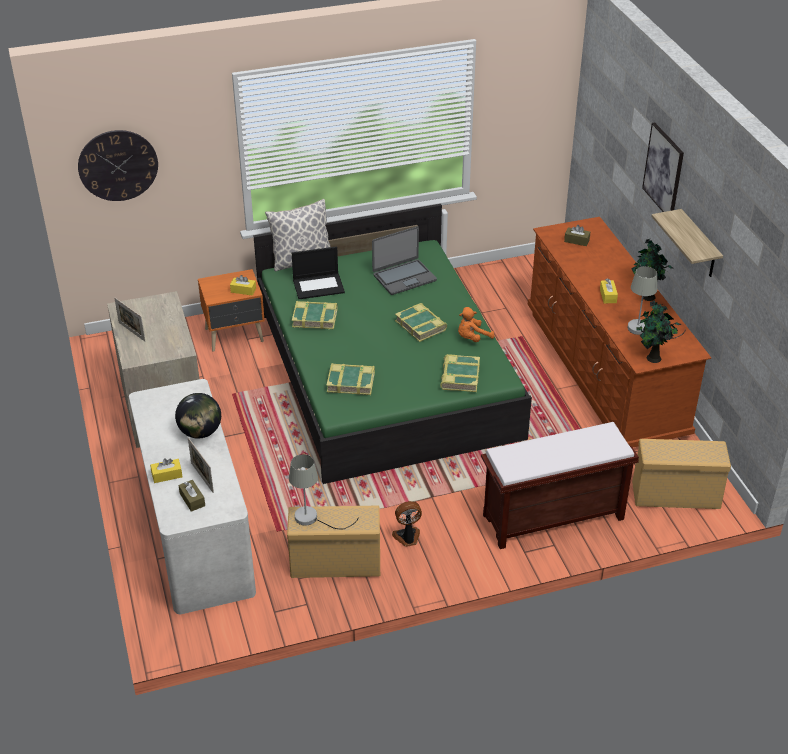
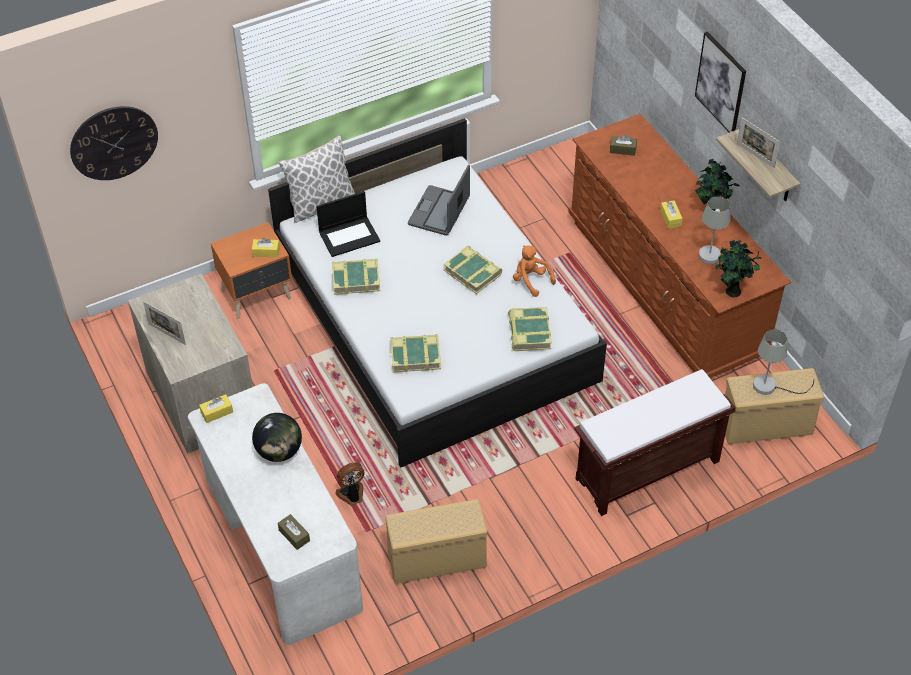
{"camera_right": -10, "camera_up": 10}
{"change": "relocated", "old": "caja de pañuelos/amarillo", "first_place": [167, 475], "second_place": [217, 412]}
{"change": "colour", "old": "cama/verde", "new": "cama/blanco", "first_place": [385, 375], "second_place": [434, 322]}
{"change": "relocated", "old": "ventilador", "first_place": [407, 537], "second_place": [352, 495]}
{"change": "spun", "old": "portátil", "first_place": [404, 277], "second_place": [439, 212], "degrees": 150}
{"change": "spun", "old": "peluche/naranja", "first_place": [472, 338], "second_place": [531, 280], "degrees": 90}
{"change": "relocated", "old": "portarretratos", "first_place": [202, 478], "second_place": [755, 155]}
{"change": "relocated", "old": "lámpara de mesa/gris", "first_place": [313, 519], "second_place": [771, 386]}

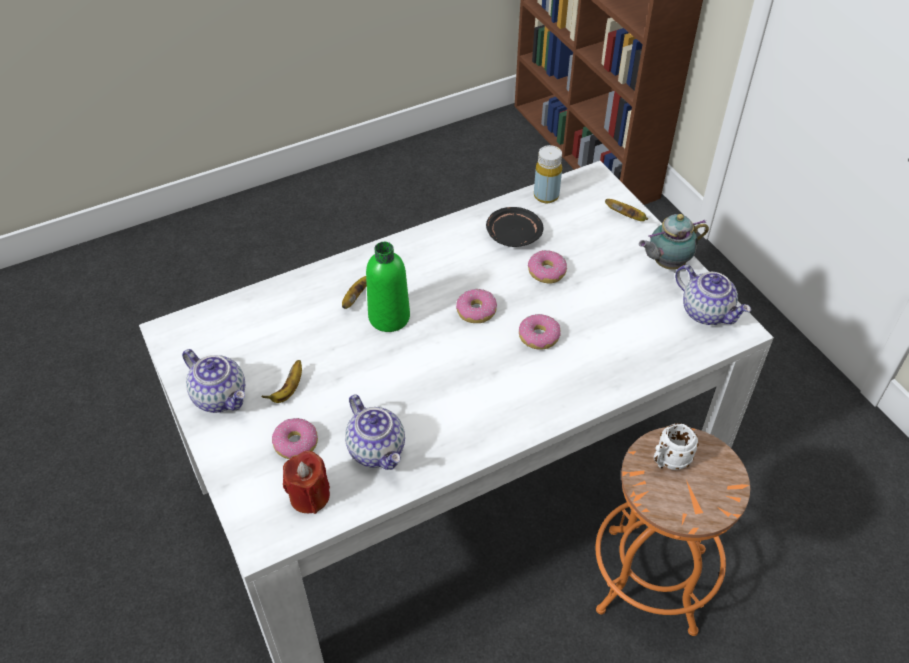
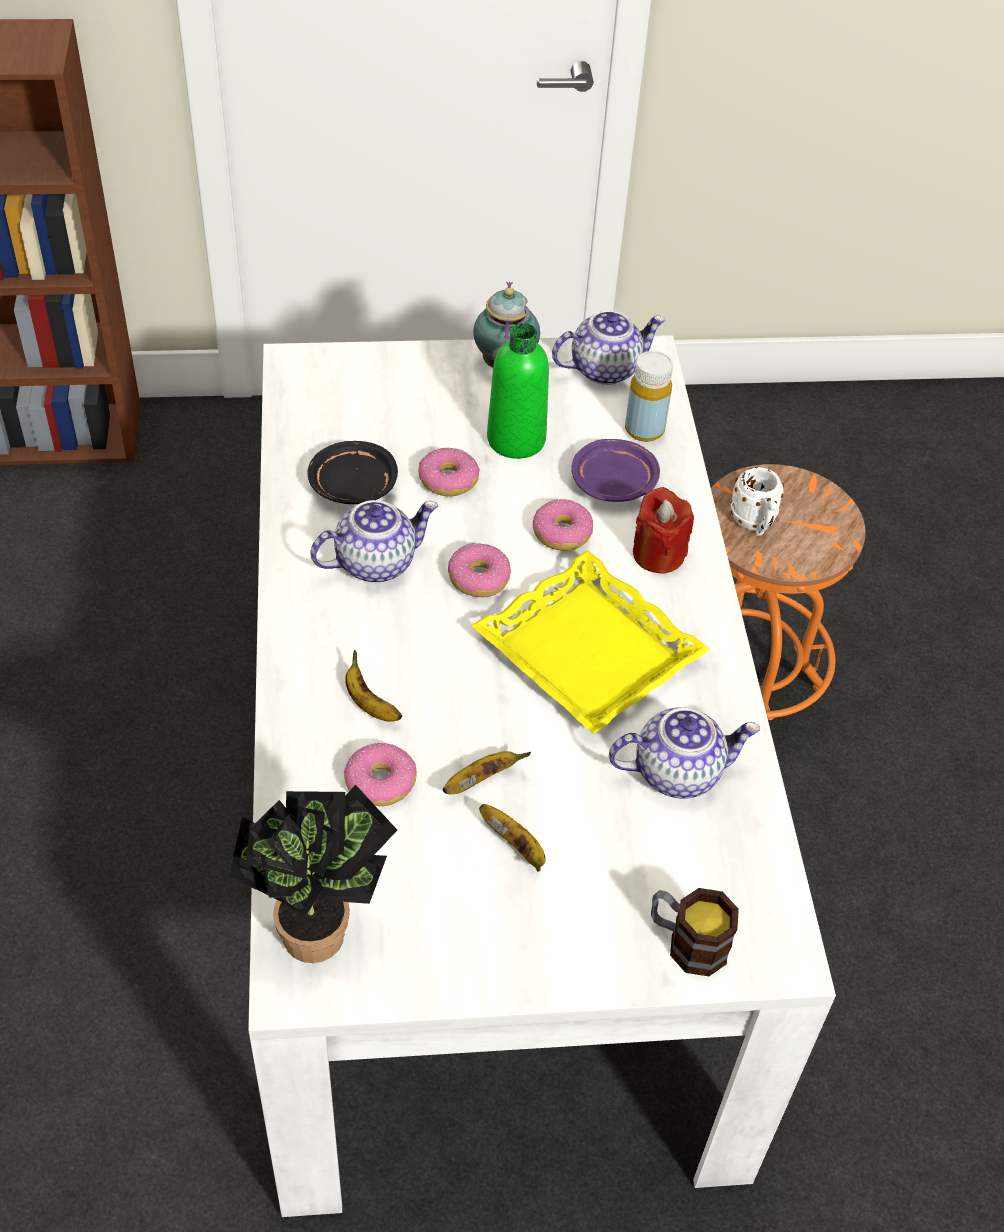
{"camera_right": -70, "camera_up": 0}
{"change": "appeared", "new": "planta en maceta", "second_place": [319, 928]}
{"change": "relocated", "old": "tetera", "first_place": [221, 396], "second_place": [376, 562]}
{"change": "relocated", "old": "rosquilla", "first_place": [295, 443], "second_place": [380, 782]}
{"change": "relocated", "old": "plátano", "first_place": [627, 216], "second_place": [480, 780]}
{"change": "appeared", "new": "bandeja/amarillo", "second_place": [589, 651]}
{"change": "relocated", "old": "botella/verde", "first_place": [389, 317], "second_place": [516, 439]}
{"change": "appeared", "new": "plato/morado", "second_place": [614, 482]}
{"change": "relocated", "old": "botella/amarillo", "first_place": [546, 196], "second_place": [644, 429]}
{"change": "relocated", "old": "vela/rojo", "first_place": [309, 496], "second_place": [658, 554]}
{"change": "appeared", "new": "taza grande", "second_place": [686, 942]}

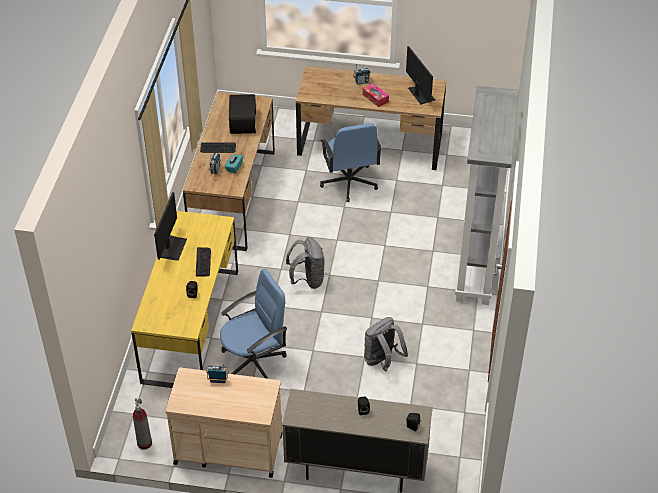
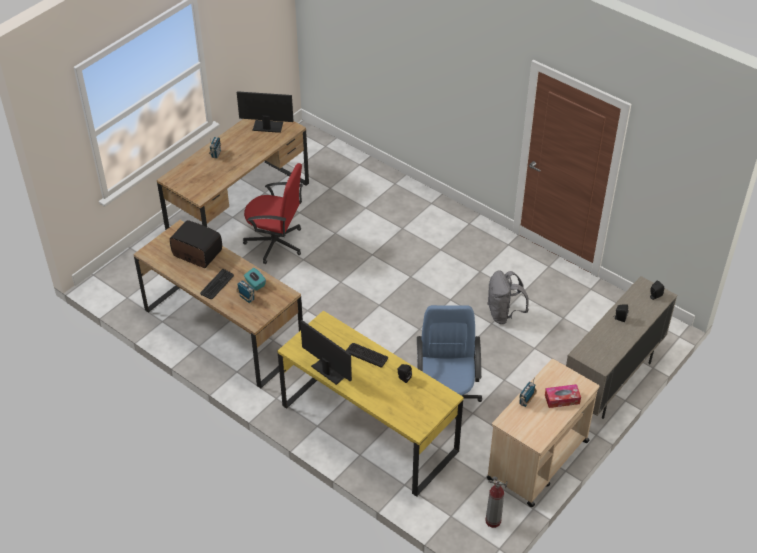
{"camera_right": -60, "camera_up": 0}
{"change": "colour", "old": "silla de oficina/azul", "new": "silla de oficina/rojo", "first_place": [349, 183], "second_place": [276, 243]}
{"change": "relocated", "old": "caja de pañuelos", "first_place": [375, 98], "second_place": [562, 399]}
{"change": "missing", "old": "mochila/gris", "first_place": [307, 280]}
{"change": "missing", "old": "estantería/gris", "first_place": [477, 268]}

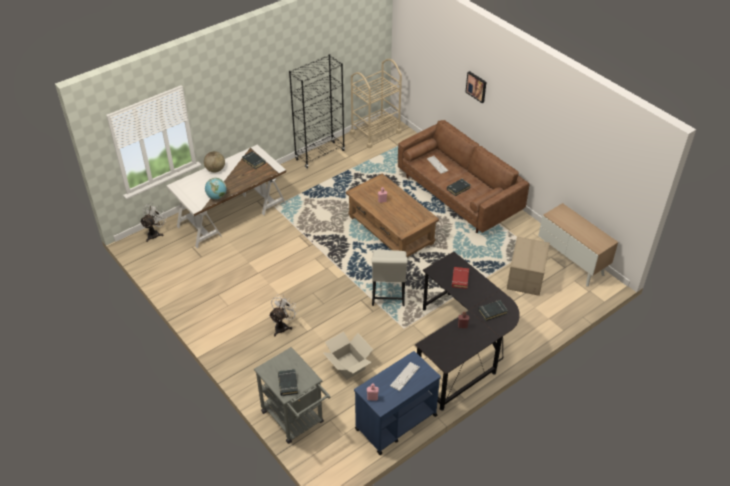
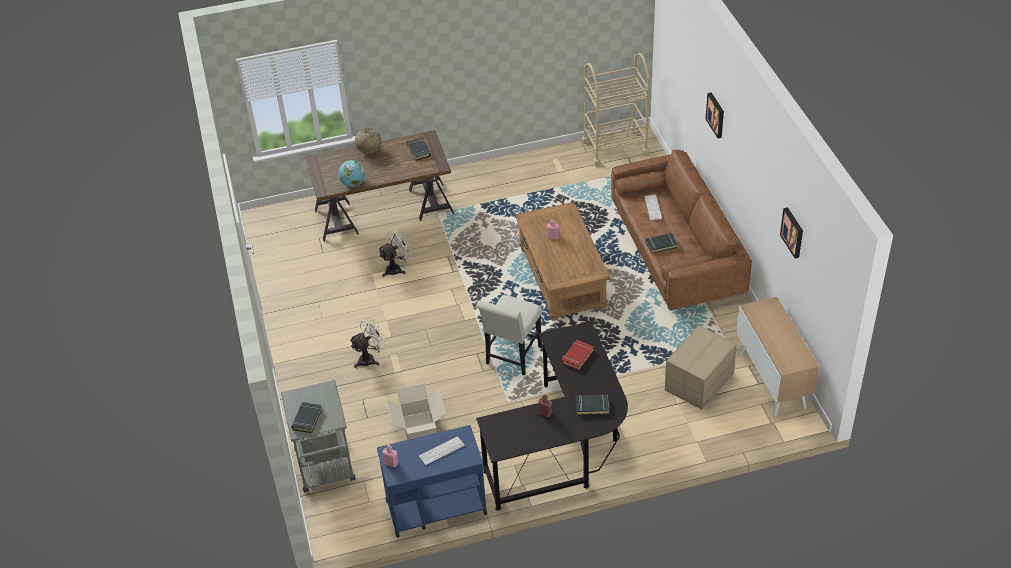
{"camera_right": 25, "camera_up": 0}
{"change": "colour", "old": "escritorio/blanco", "new": "escritorio/marrón", "first_place": [232, 214], "second_place": [384, 211]}
{"change": "relocated", "old": "ventilador/blanco", "first_place": [155, 233], "second_place": [397, 268]}
{"change": "appeared", "new": "cuadro", "second_place": [793, 232]}
{"change": "missing", "old": "estantería/negro", "first_place": [320, 155]}

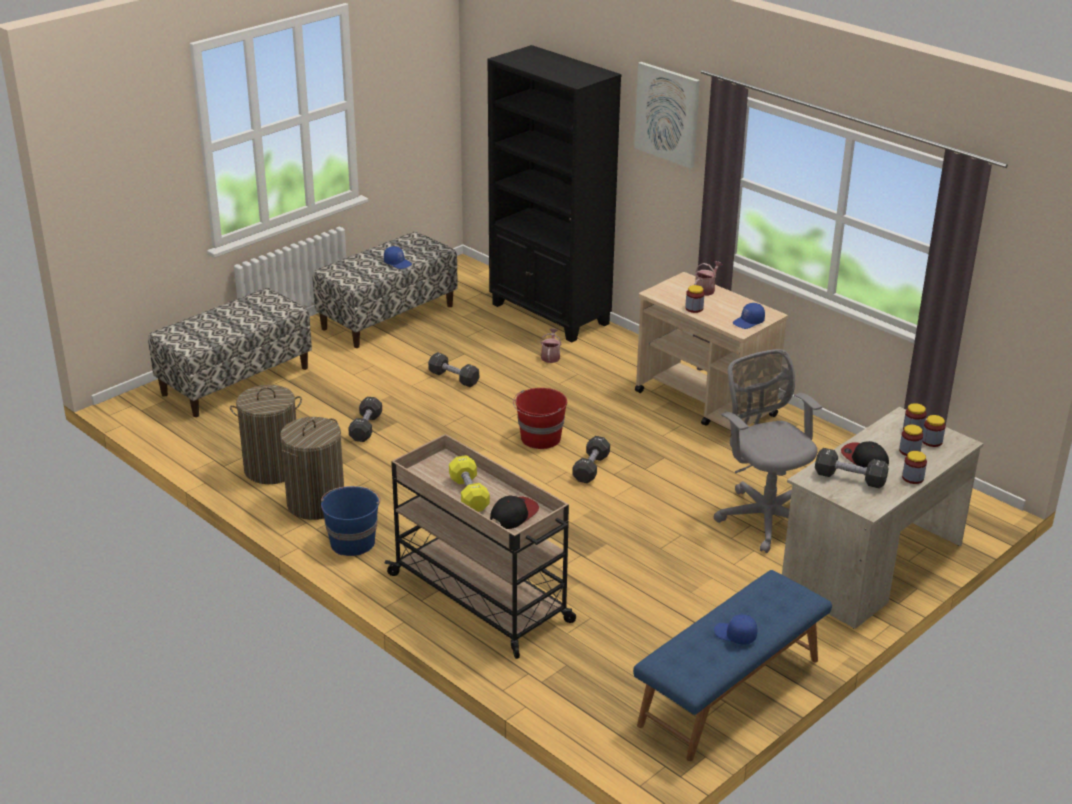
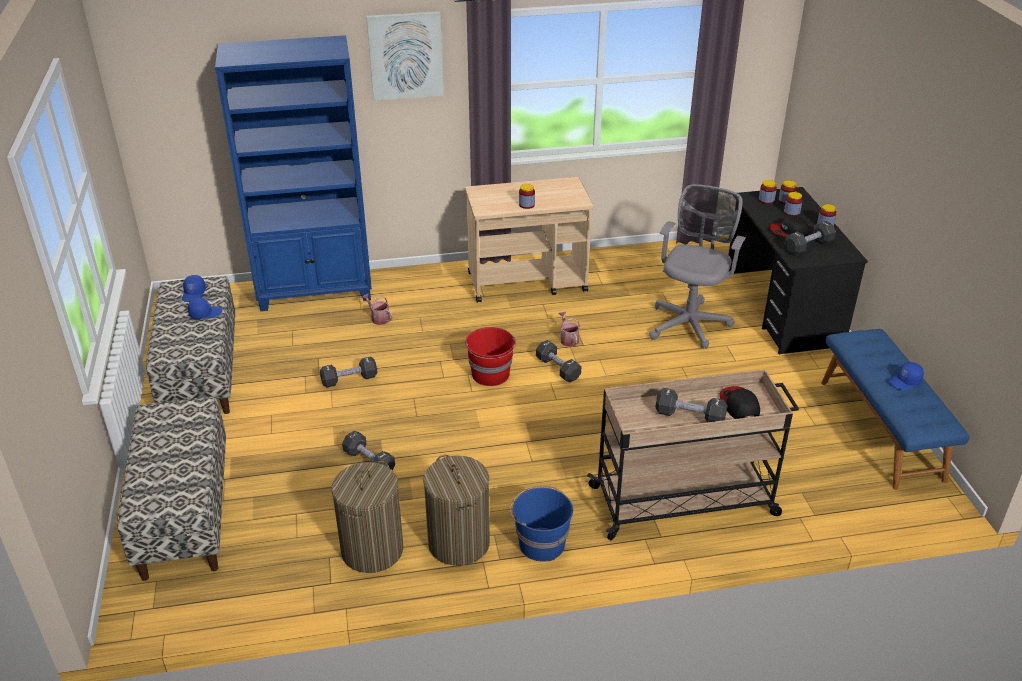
{"camera_right": -55, "camera_up": 5}
{"change": "relocated", "old": "gorra/azul", "first_place": [748, 322], "second_place": [194, 294]}
{"change": "colour", "old": "estantería/negro", "new": "estantería/azul", "first_place": [550, 315], "second_place": [316, 291]}
{"change": "relocated", "old": "regadera", "first_place": [706, 289], "second_place": [568, 339]}
{"change": "spun", "old": "silla de oficina/gris", "first_place": [764, 516], "second_place": [690, 322], "degrees": 105}
{"change": "colour", "old": "mancuerna/amarillo", "new": "mancuerna/negro", "first_place": [469, 494], "second_place": [689, 416]}
{"change": "colour", "old": "escritorio/beis", "new": "escritorio/negro", "first_place": [872, 566], "second_place": [782, 309]}

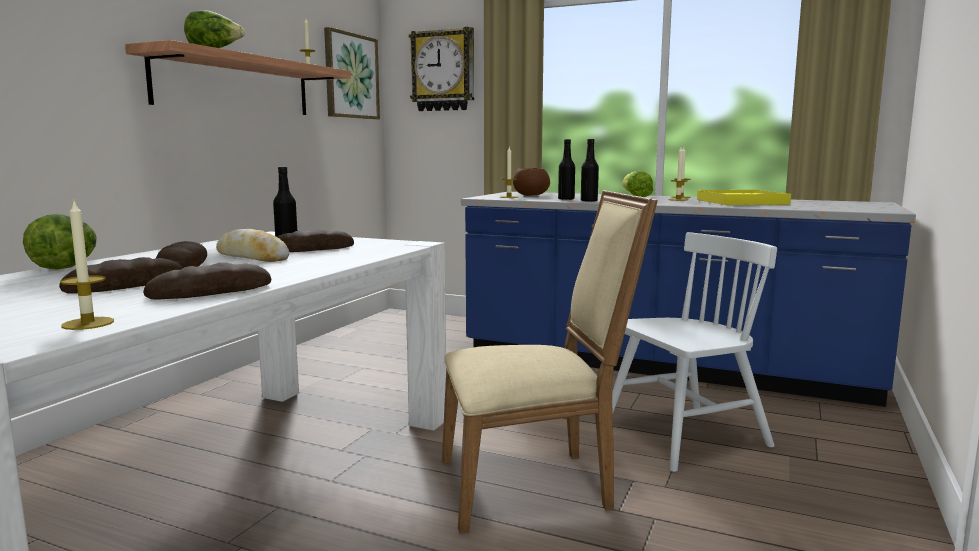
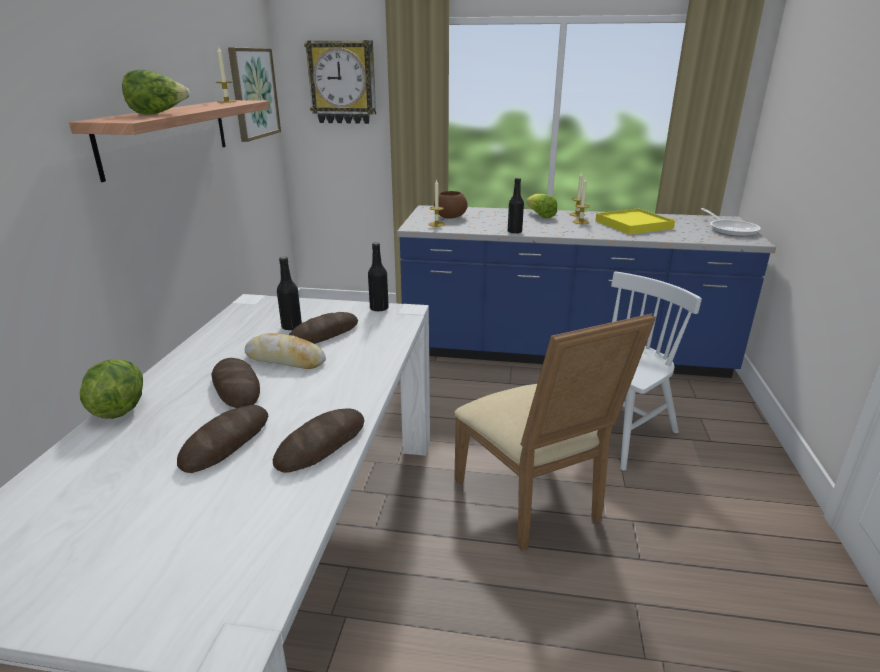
{"camera_right": -15, "camera_up": 15}
{"change": "relocated", "old": "botella/negro", "first_place": [566, 199], "second_place": [379, 308]}
{"change": "spun", "old": "silla/beis", "first_place": [534, 485], "second_place": [533, 503], "degrees": 90}
{"change": "appeared", "new": "sartén", "second_place": [730, 230]}
{"change": "missing", "old": "vela", "first_place": [88, 323]}

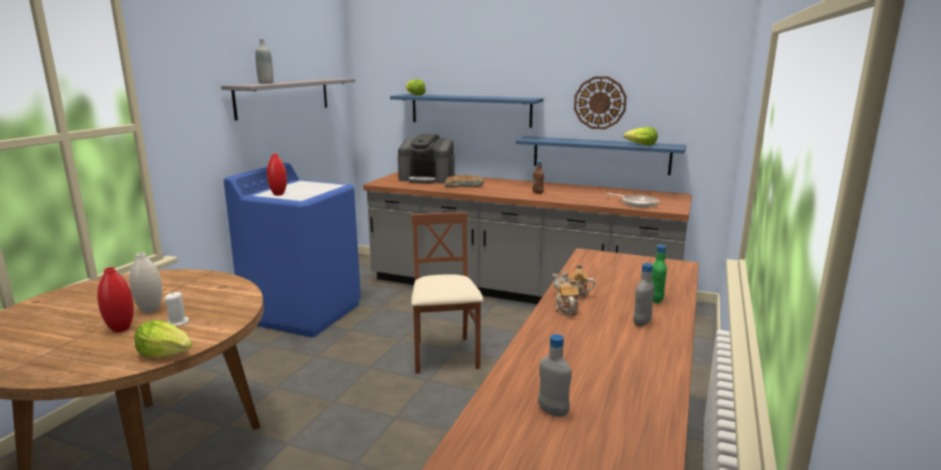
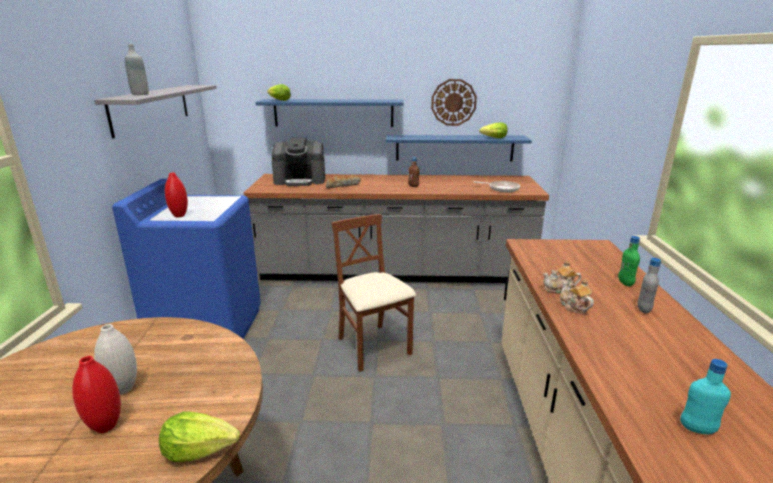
{"camera_right": -20, "camera_up": 5}
{"change": "colour", "old": "botella/gris", "new": "botella/turquesa", "first_place": [553, 411], "second_place": [697, 429]}
{"change": "missing", "old": "vela/blanco", "first_place": [178, 322]}

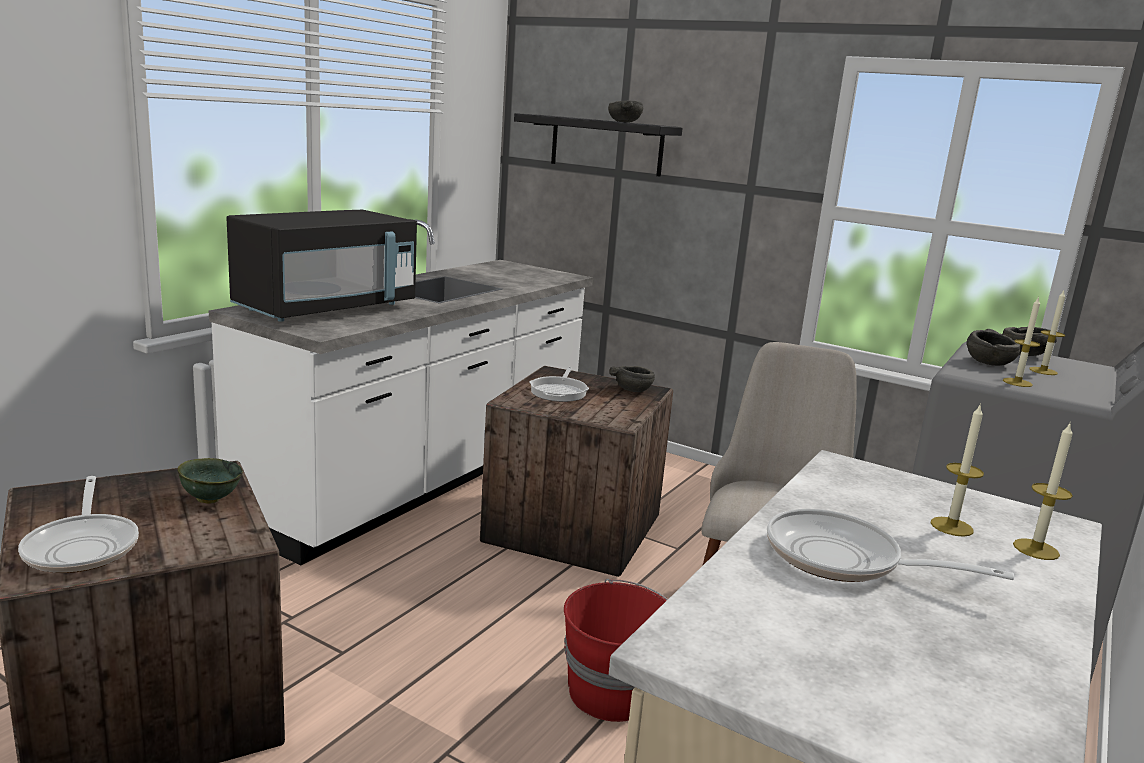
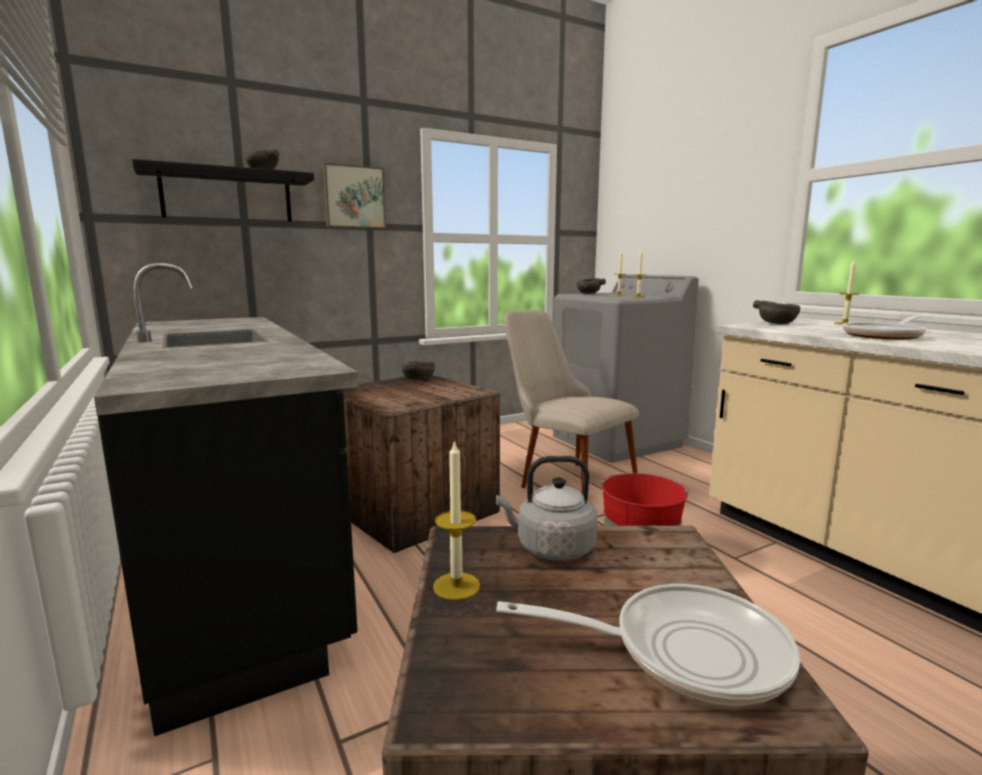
{"camera_right": -60, "camera_up": -5}
{"change": "colour", "old": "mueble bajo de cocina/blanco", "new": "mueble bajo de cocina/negro", "first_place": [426, 479], "second_place": [238, 553]}
{"change": "appeared", "new": "cuadro", "second_place": [354, 197]}
{"change": "relocated", "old": "vela", "first_place": [951, 526], "second_place": [456, 586]}
{"change": "exchanged", "old": "cuenco/verde", "new": "hervidor/gris", "first_place": [210, 499], "second_place": [551, 549]}
{"change": "relocated", "old": "cuenco/gris", "first_place": [989, 363], "second_place": [777, 323]}
{"change": "missing", "old": "microondas/negro", "first_place": [327, 309]}
{"change": "missing", "old": "sartén", "first_place": [559, 391]}

